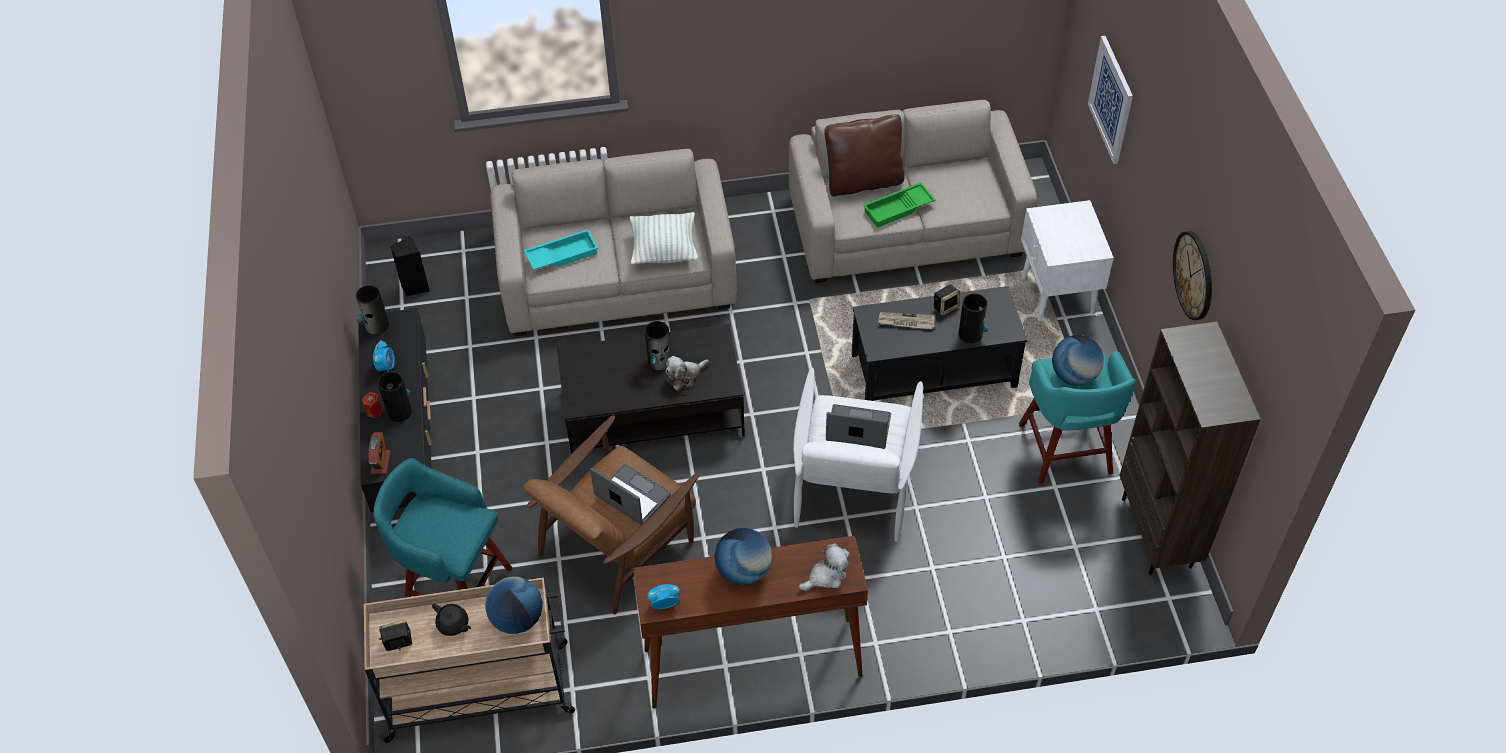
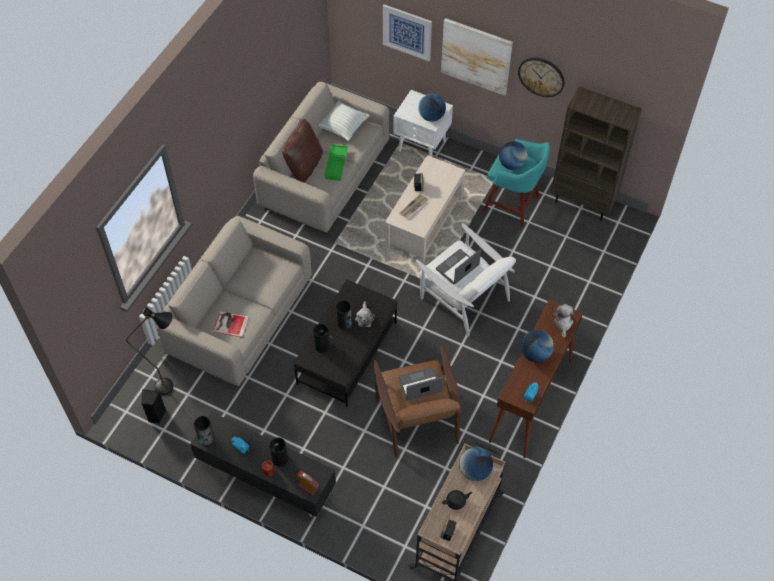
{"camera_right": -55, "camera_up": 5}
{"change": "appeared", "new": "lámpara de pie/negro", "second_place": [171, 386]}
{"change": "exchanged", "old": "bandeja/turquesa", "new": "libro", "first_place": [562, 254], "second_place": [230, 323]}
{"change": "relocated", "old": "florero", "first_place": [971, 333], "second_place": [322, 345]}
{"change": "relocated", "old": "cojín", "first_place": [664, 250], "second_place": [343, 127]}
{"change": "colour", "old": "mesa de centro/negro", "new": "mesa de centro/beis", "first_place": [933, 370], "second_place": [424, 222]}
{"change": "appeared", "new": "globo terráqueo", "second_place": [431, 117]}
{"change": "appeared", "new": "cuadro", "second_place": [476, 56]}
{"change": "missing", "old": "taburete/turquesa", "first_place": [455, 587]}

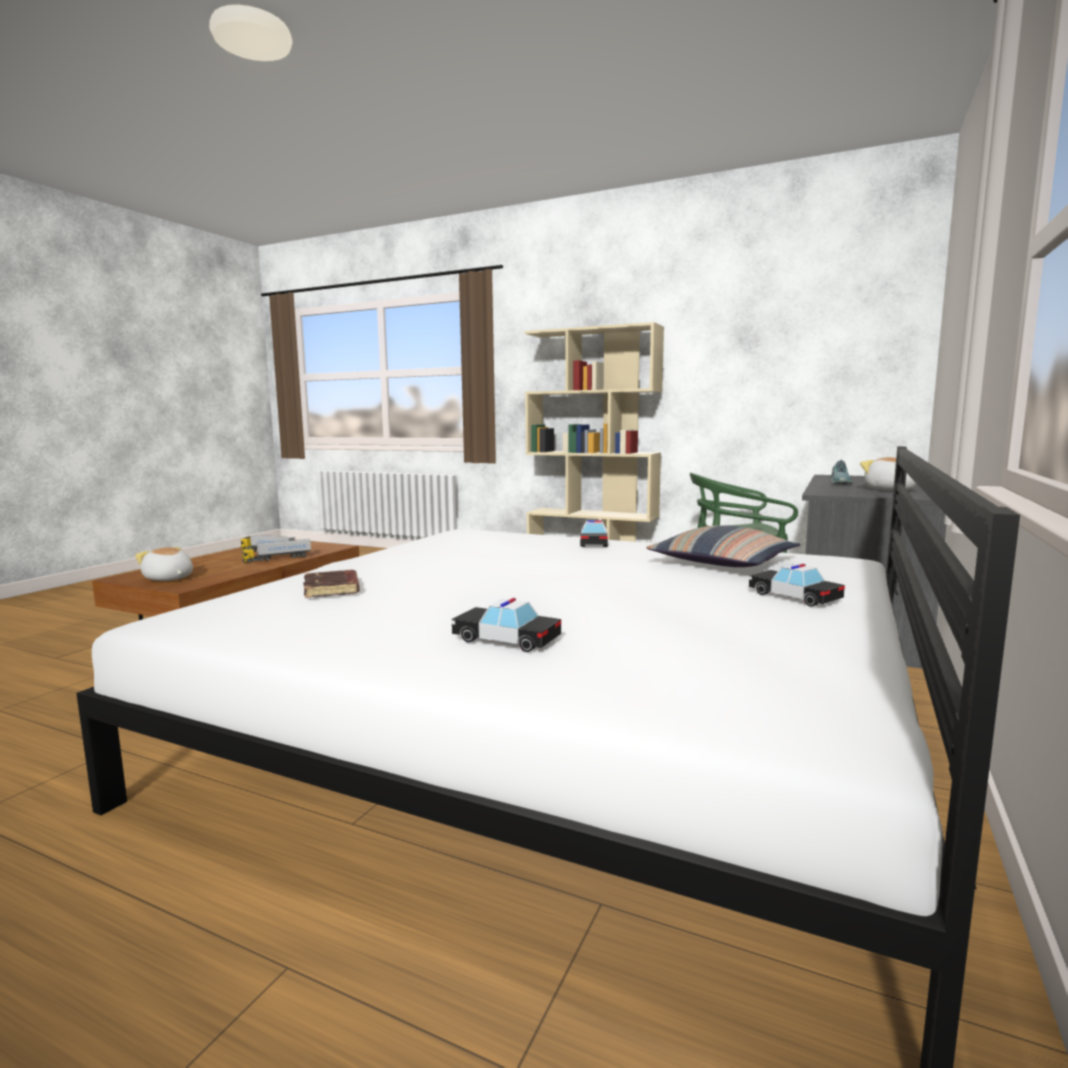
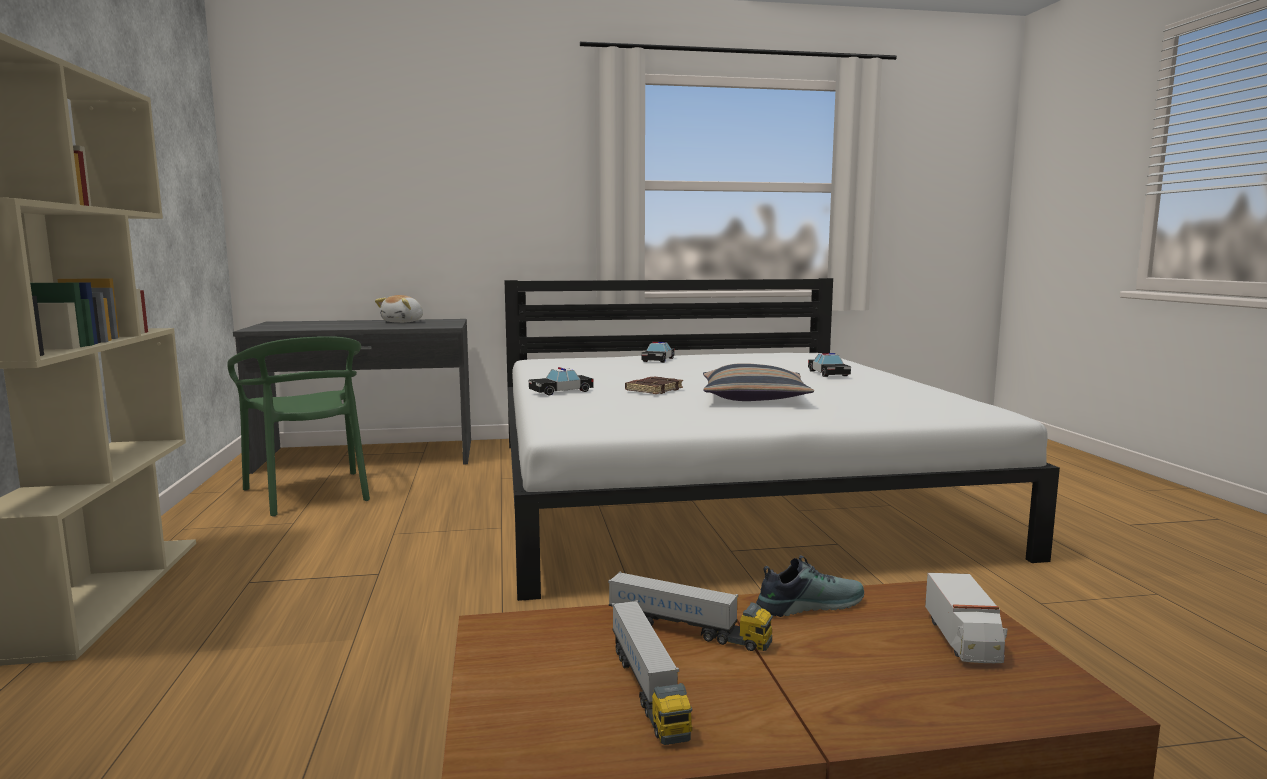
{"camera_right": -125, "camera_up": 0}
{"change": "relocated", "old": "libro/marrón", "first_place": [333, 589], "second_place": [653, 390]}
{"change": "relocated", "old": "cojín", "first_place": [722, 563], "second_place": [754, 398]}
{"change": "relocated", "old": "zapato", "first_place": [841, 483], "second_place": [808, 604]}
{"change": "exchanged", "old": "peluche", "new": "camión de juguete", "first_place": [168, 579], "second_place": [963, 639]}

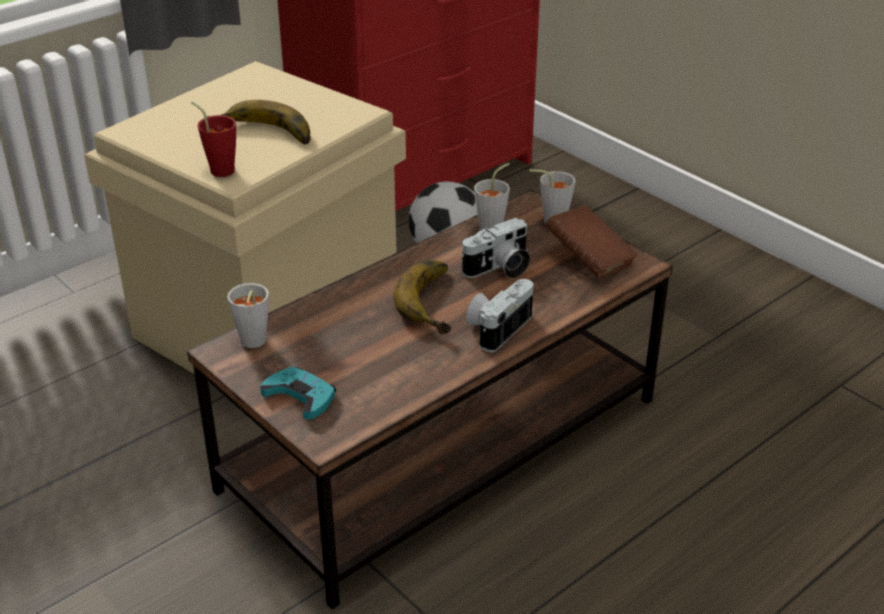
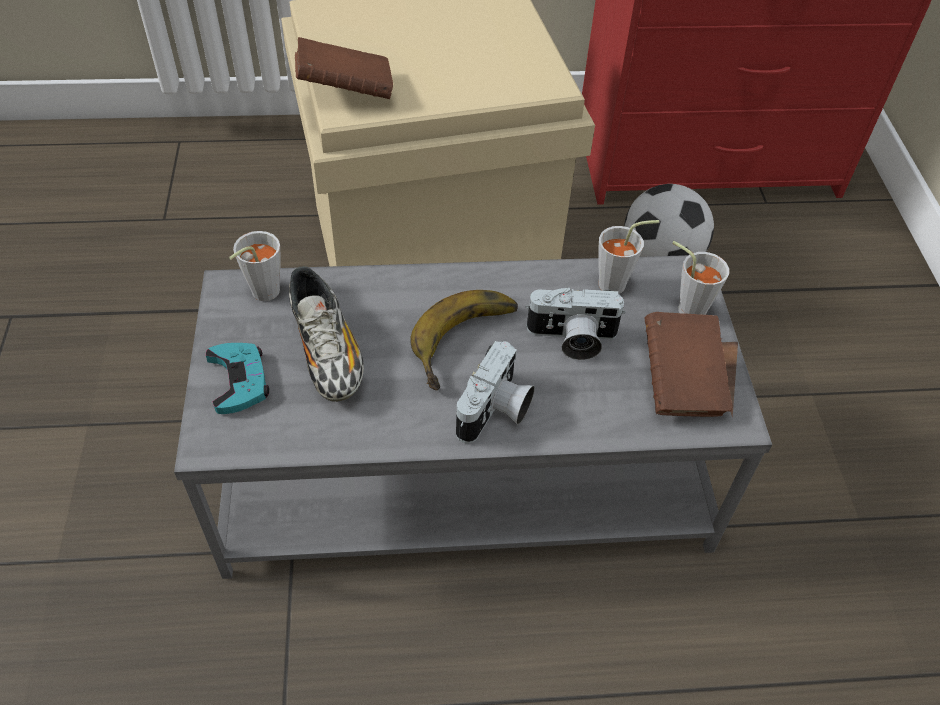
{"camera_right": 35, "camera_up": 15}
{"change": "colour", "old": "mesa de centro/marrón", "new": "mesa de centro/gris", "first_place": [442, 442], "second_place": [466, 467]}
{"change": "appeared", "new": "zapato", "second_place": [327, 351]}
{"change": "exchanged", "old": "taza/rojo", "new": "libro/marrón", "first_place": [219, 169], "second_place": [345, 91]}
{"change": "spun", "old": "cámara", "first_place": [497, 327], "second_place": [495, 412], "degrees": 135}
{"change": "missing", "old": "plátano", "first_place": [261, 135]}

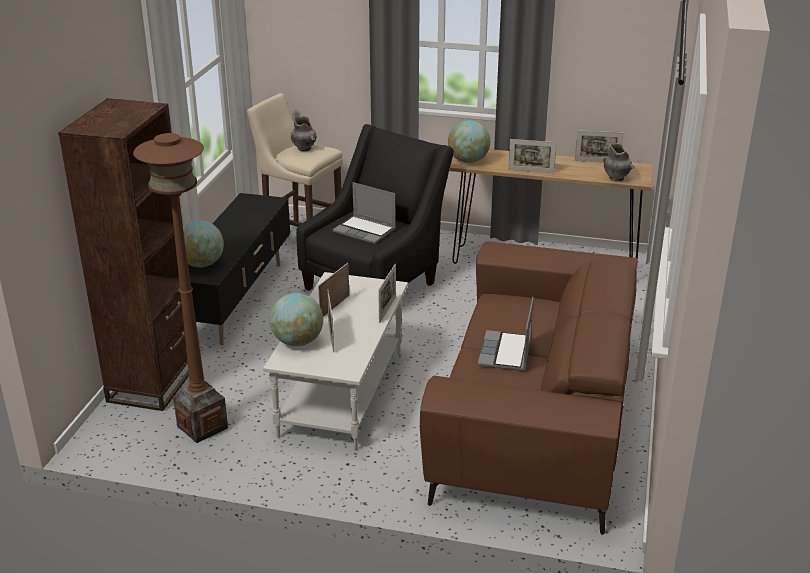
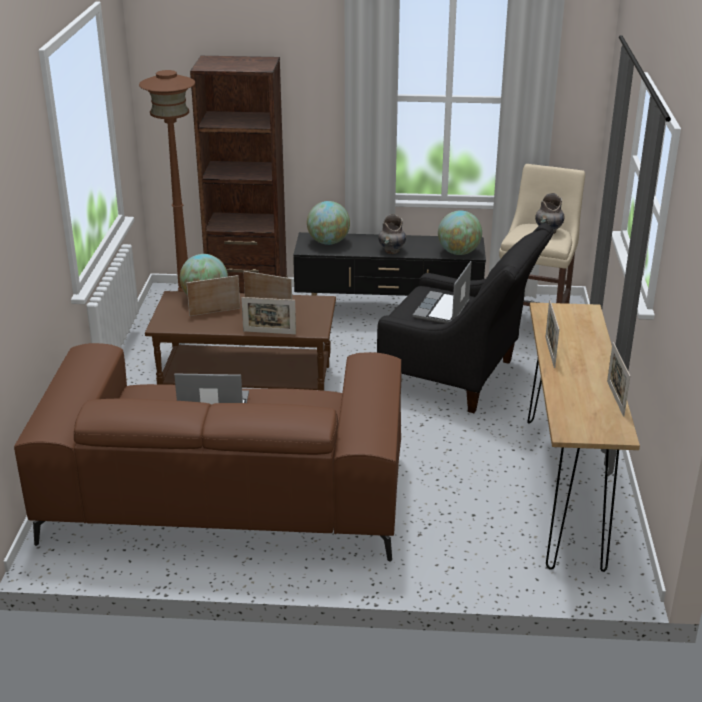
{"camera_right": 80, "camera_up": 0}
{"change": "colour", "old": "mesa de centro/blanco", "new": "mesa de centro/marrón", "first_place": [343, 393], "second_place": [246, 384]}
{"change": "relocated", "old": "florero/gris", "first_place": [616, 178], "second_place": [391, 251]}
{"change": "relocated", "old": "globo terráqueo", "first_place": [468, 161], "second_place": [458, 252]}

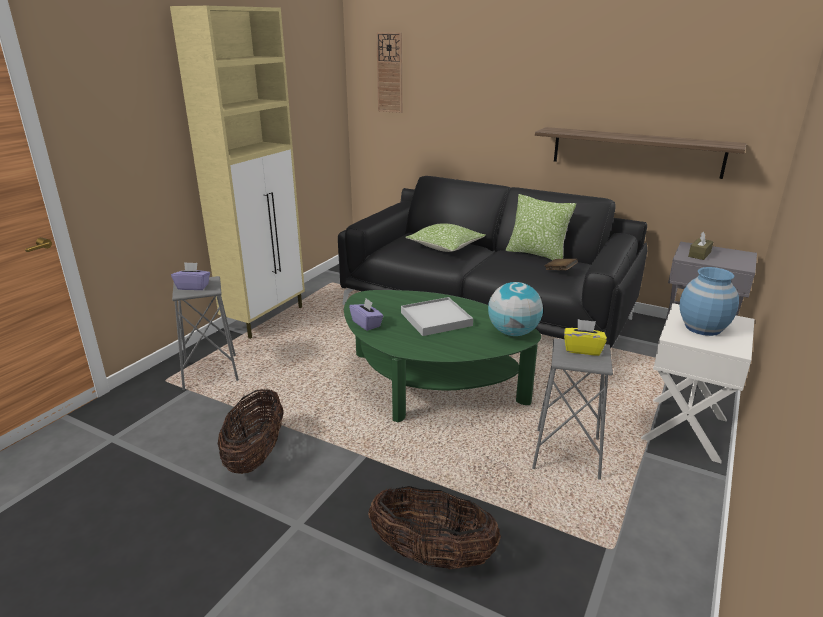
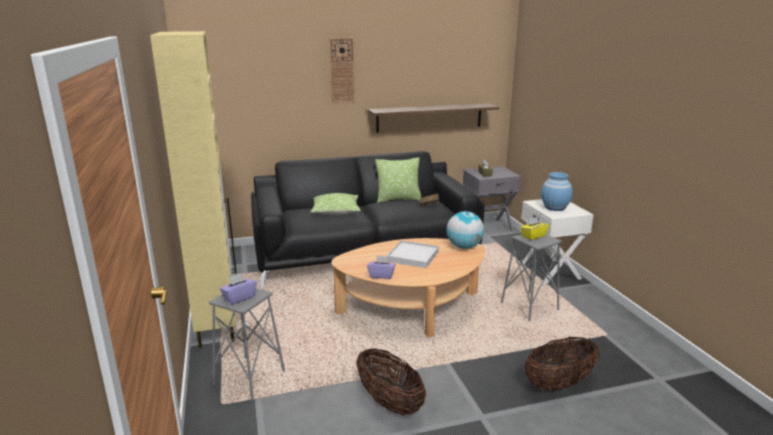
{"camera_right": -45, "camera_up": -5}
{"change": "relocated", "old": "reloj de pared", "first_place": [390, 73], "second_place": [342, 70]}
{"change": "colour", "old": "mesa de centro/verde", "new": "mesa de centro/beis", "first_place": [430, 385], "second_place": [412, 308]}

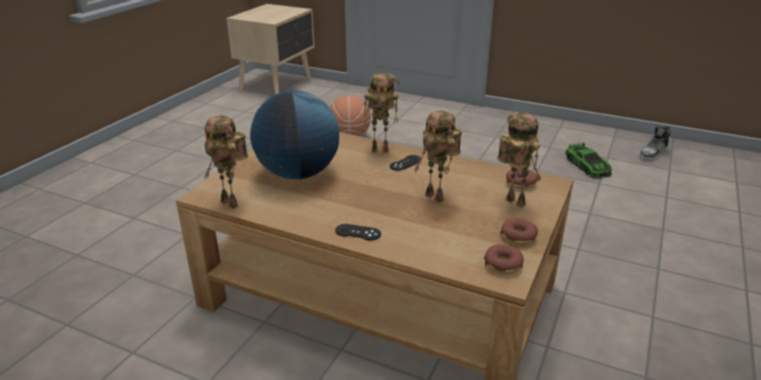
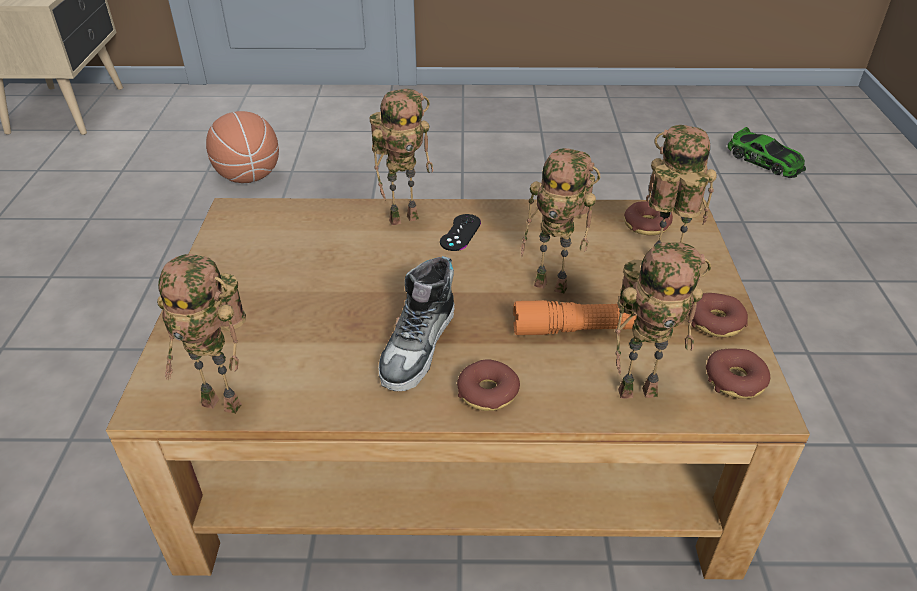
{"camera_right": -25, "camera_up": 10}
{"change": "relocated", "old": "zapato", "first_place": [653, 153], "second_place": [419, 346]}
{"change": "exchanged", "old": "mando de consola/negro", "new": "rosquilla", "first_place": [358, 232], "second_place": [487, 393]}
{"change": "appeared", "new": "linterna/naranja", "second_place": [588, 329]}
{"change": "appeared", "new": "robot de juguete", "second_place": [639, 389]}
{"change": "relocated", "old": "coche de juguete", "first_place": [587, 166], "second_place": [765, 160]}
{"change": "missing", "old": "globo terráqueo", "first_place": [298, 173]}

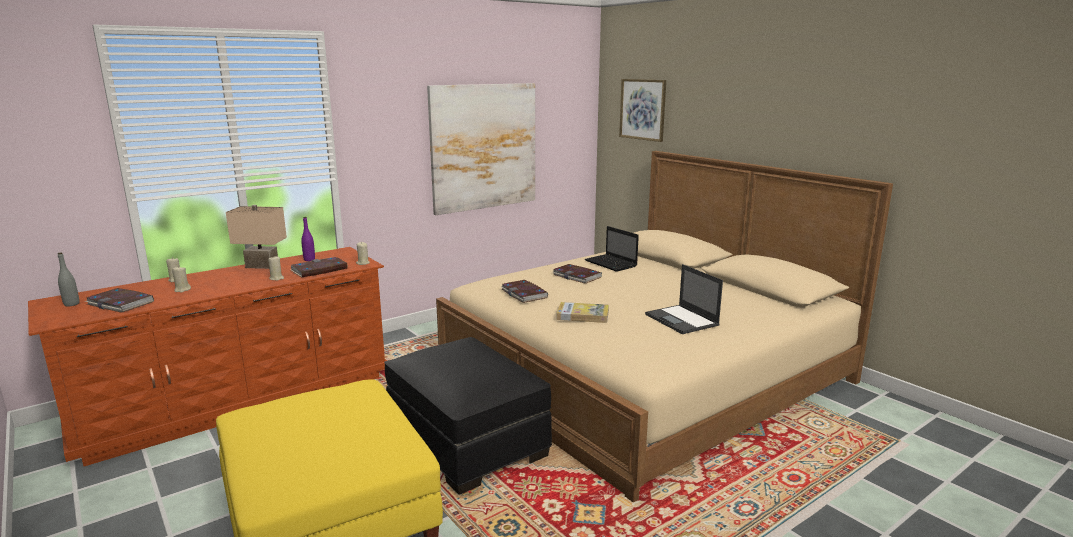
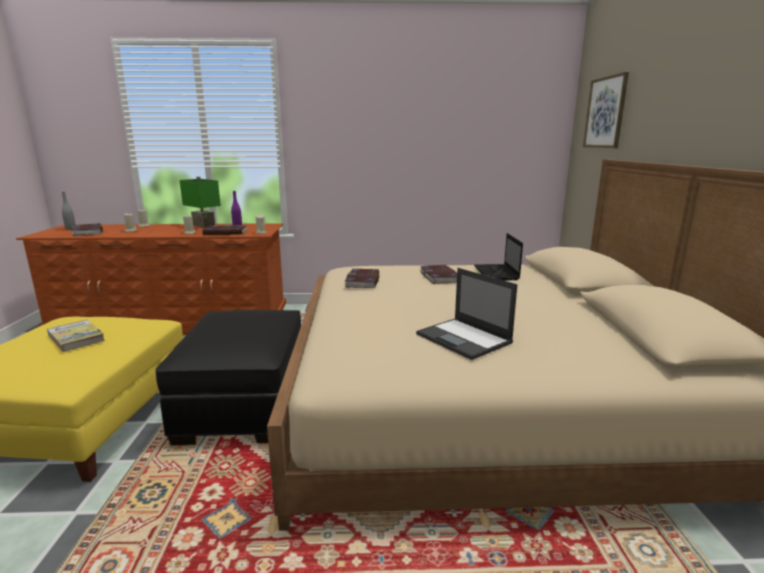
{"camera_right": 35, "camera_up": 0}
{"change": "relocated", "old": "libro", "first_place": [583, 315], "second_place": [76, 338]}
{"change": "colour", "old": "lámpara de mesa/beis", "new": "lámpara de mesa/verde", "first_place": [263, 265], "second_place": [205, 225]}
{"change": "spun", "old": "portátil", "first_place": [682, 320], "second_place": [464, 339], "degrees": -45}
{"change": "missing", "old": "cuadro", "first_place": [484, 147]}

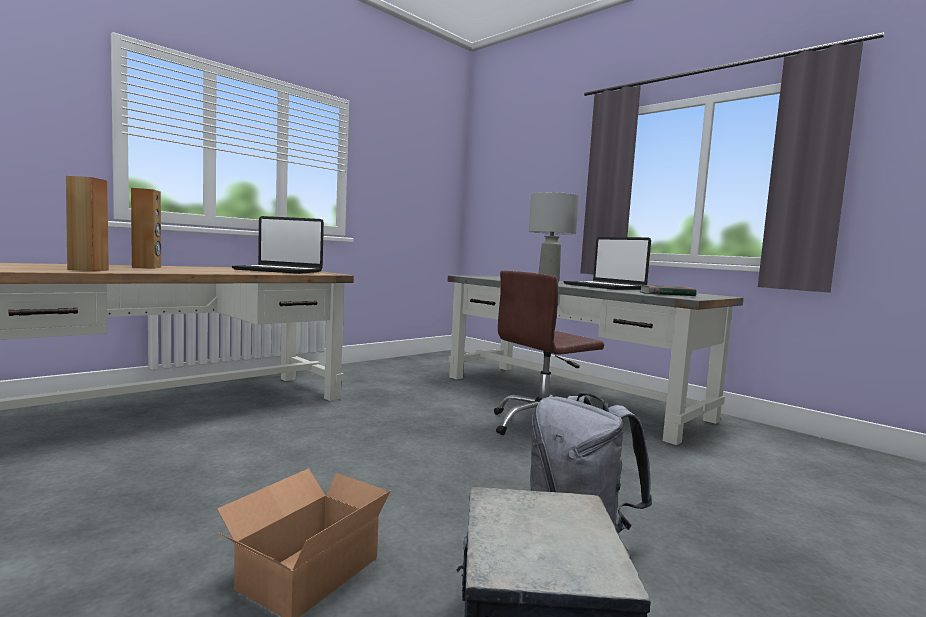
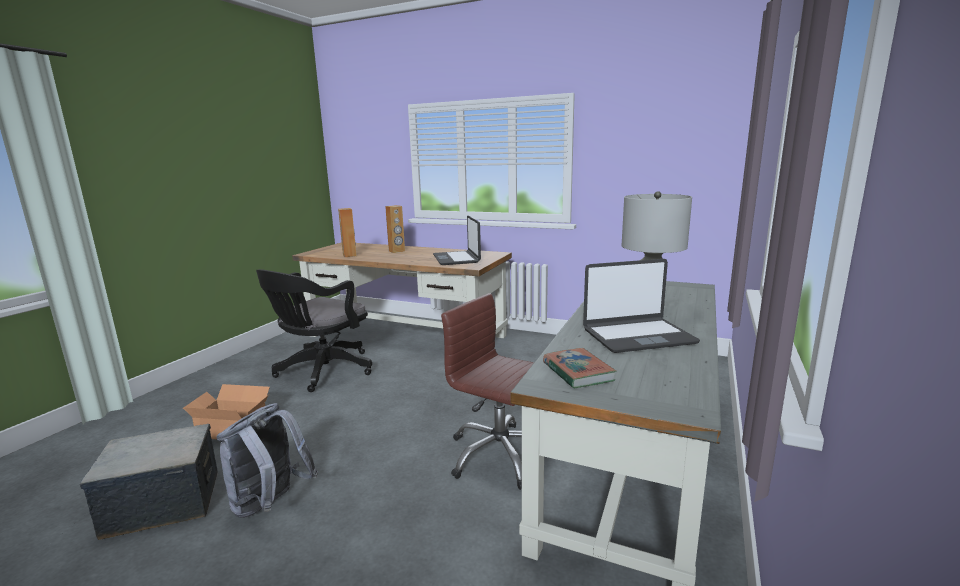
{"camera_right": 70, "camera_up": 10}
{"change": "appeared", "new": "silla de oficina/negro", "second_place": [322, 372]}
{"change": "spun", "old": "portátil", "first_place": [604, 287], "second_place": [637, 336], "degrees": -135}

